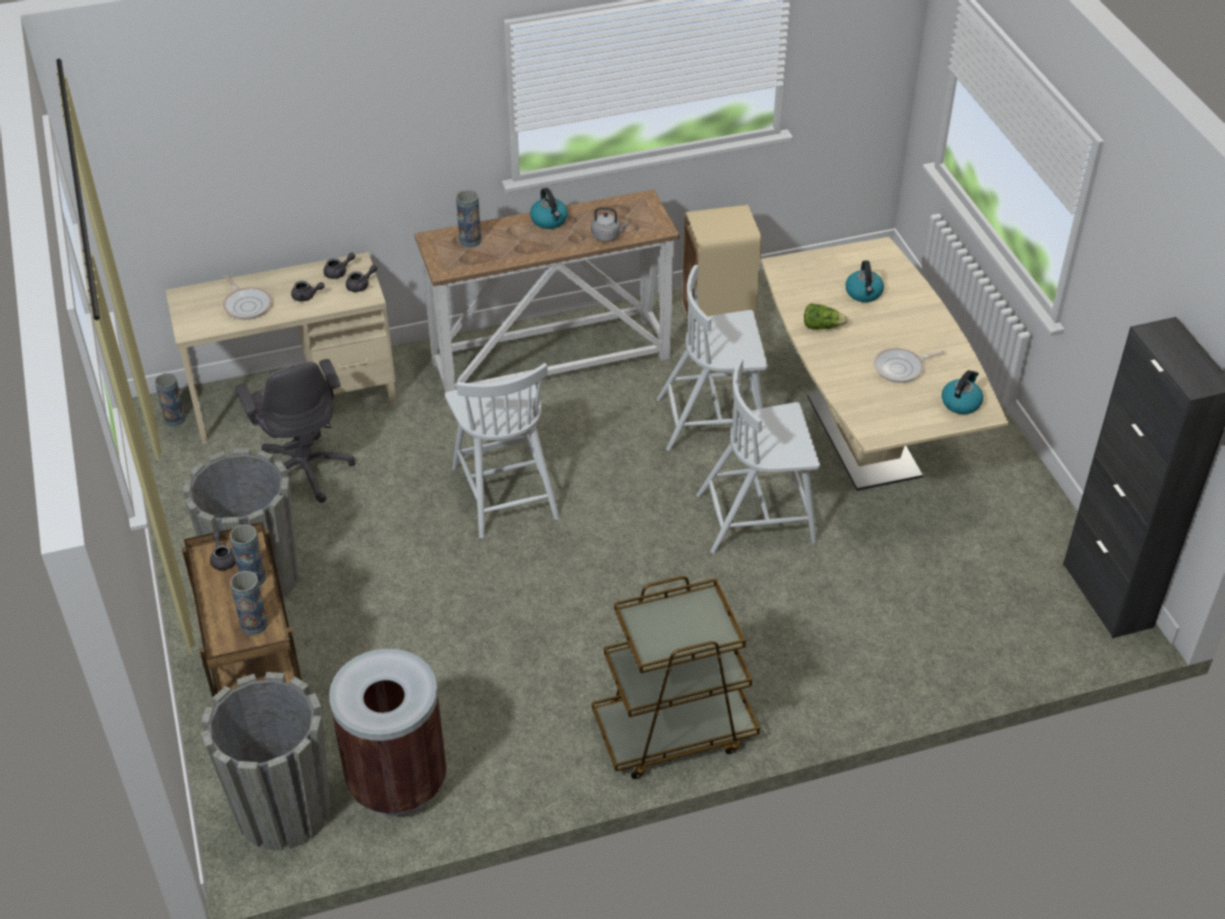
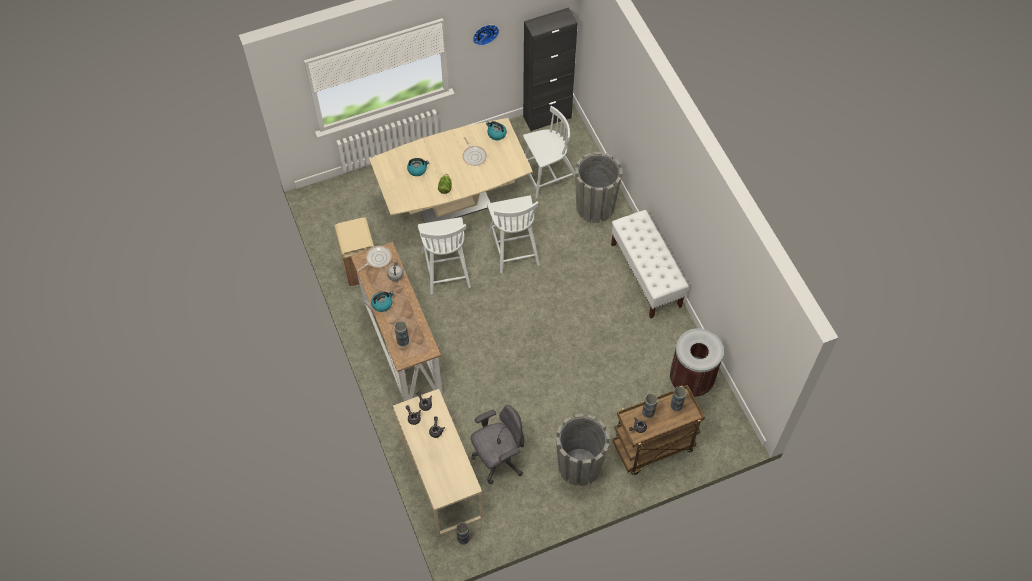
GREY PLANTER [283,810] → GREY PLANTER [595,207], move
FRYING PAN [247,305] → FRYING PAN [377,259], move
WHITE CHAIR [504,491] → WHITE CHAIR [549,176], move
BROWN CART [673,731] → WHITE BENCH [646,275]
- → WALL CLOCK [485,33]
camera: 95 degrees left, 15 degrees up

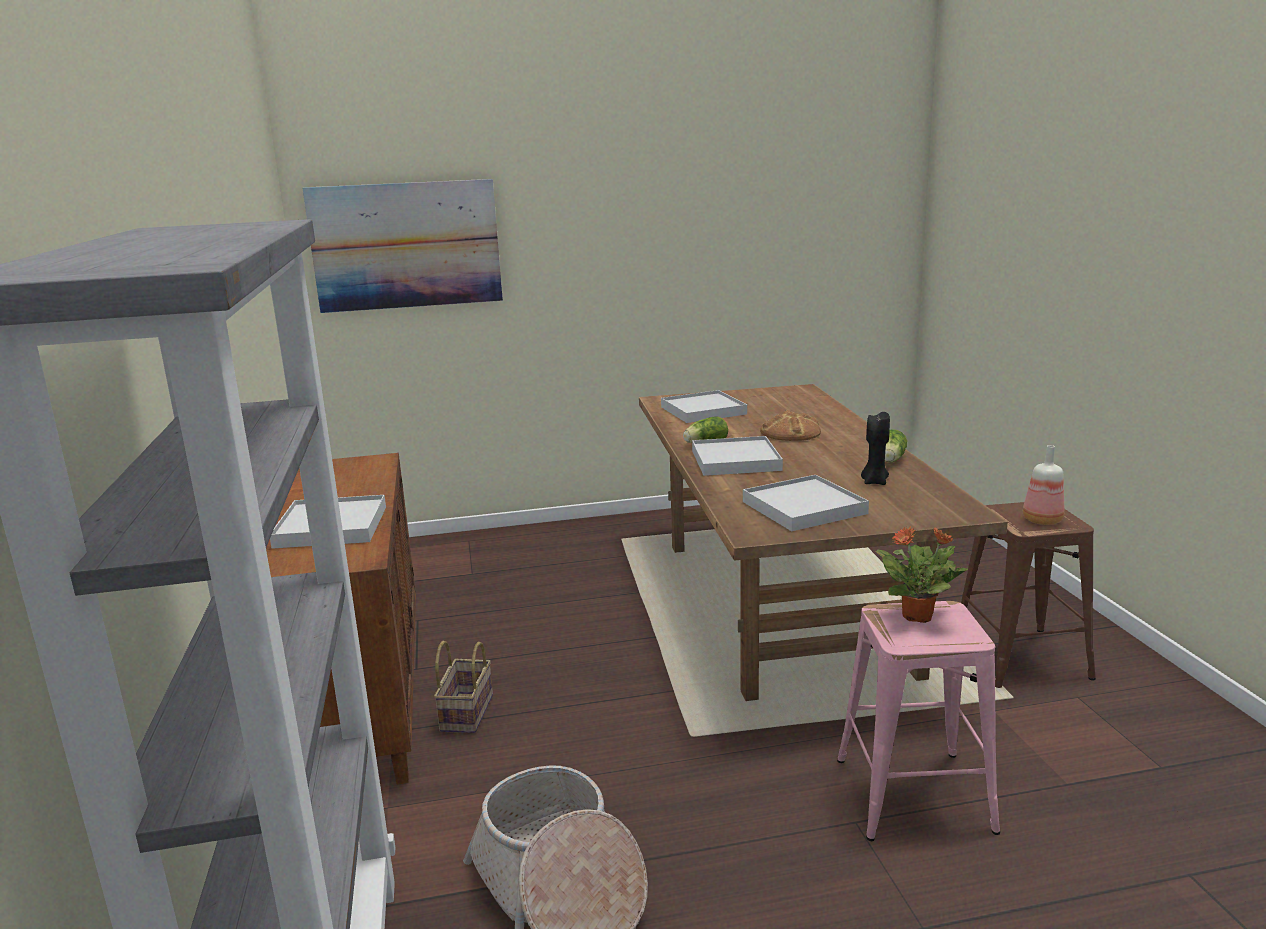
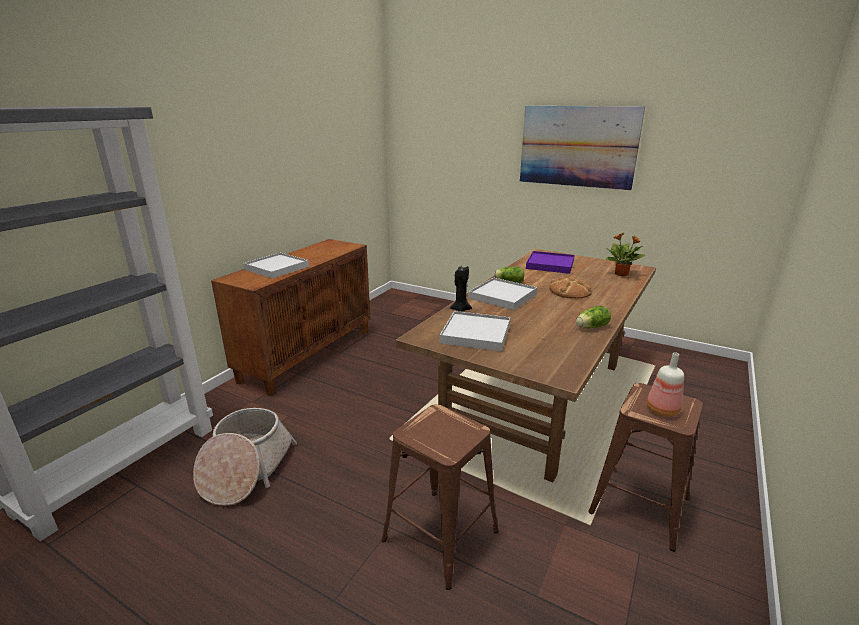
PICTURE [406,245] → PICTURE [578,146], move
BASKET [466,712] → -
WHITE TRAY [703,410] → PURPLE TRAY [550,265]
PINK STOOL [914,795] → BROWN STOOL [439,536]
BLACK CANDLE [874,482] → BLACK CANDLE [460,309], move
POTTED PLANT [918,616] → POTTED PLANT [621,274], move
camera: 40 degrees right, 5 degrees up

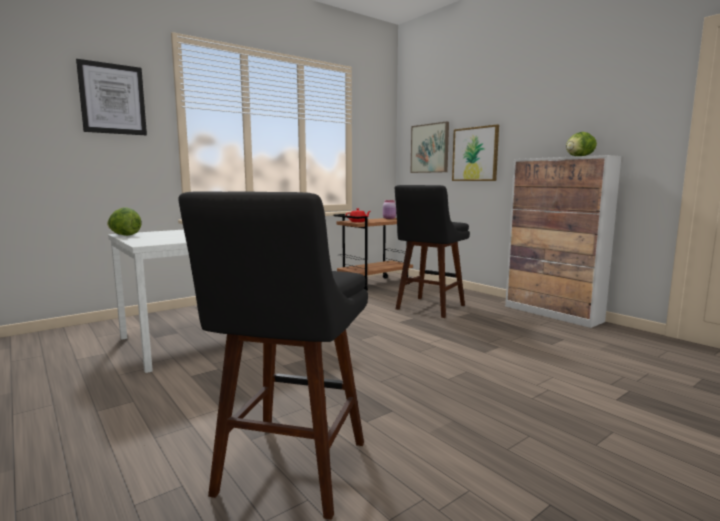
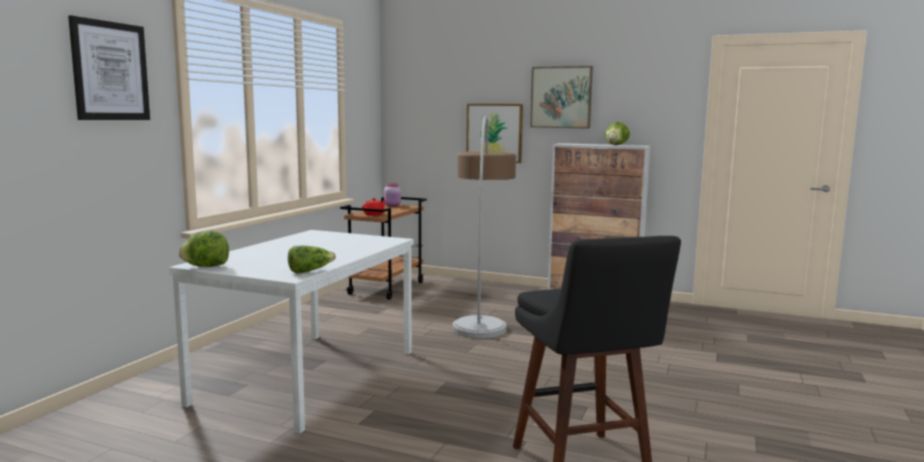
BLACK STOOL [429,308] → FLOOR LAMP [482,308]
PICTURE [430,148] → PICTURE [561,97], move
- → LETTUCE [310,271]
camera: 30 degrees left, 0 degrees up

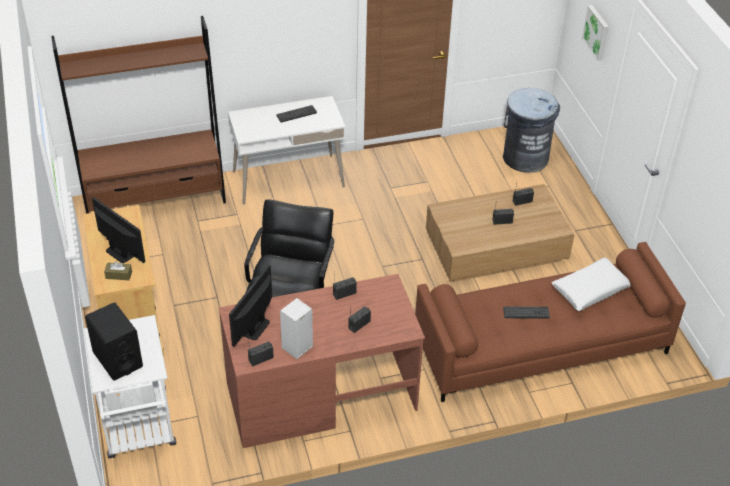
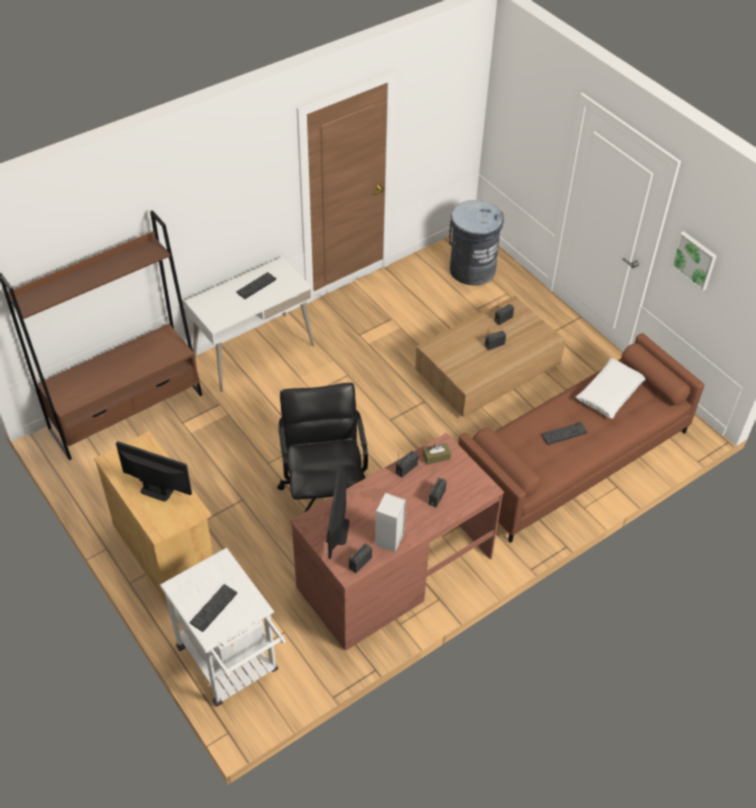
BLACK SPEAKER [117,359] → KEYBOARD [213,608]
BROWN TISSUE BOX [119,275] → BROWN TISSUE BOX [436,457], move
PICTURE [597,32] → PICTURE [694,260], move
camera: 20 degrees left, 5 degrees up

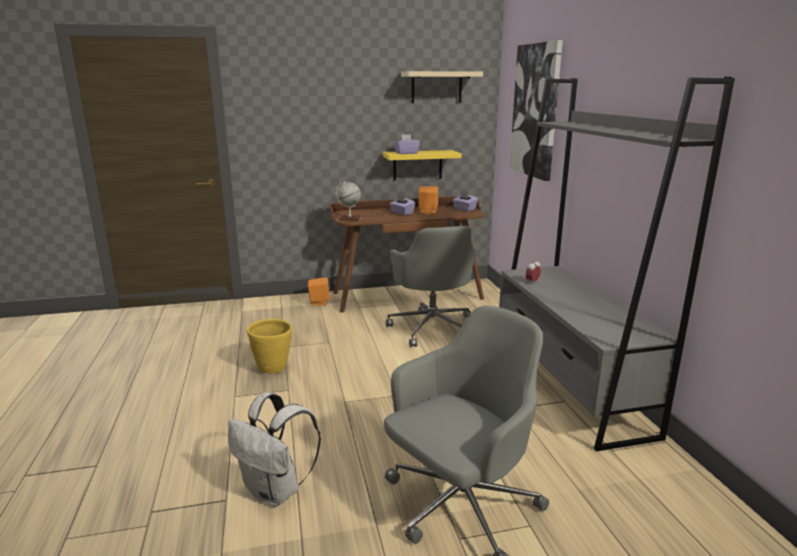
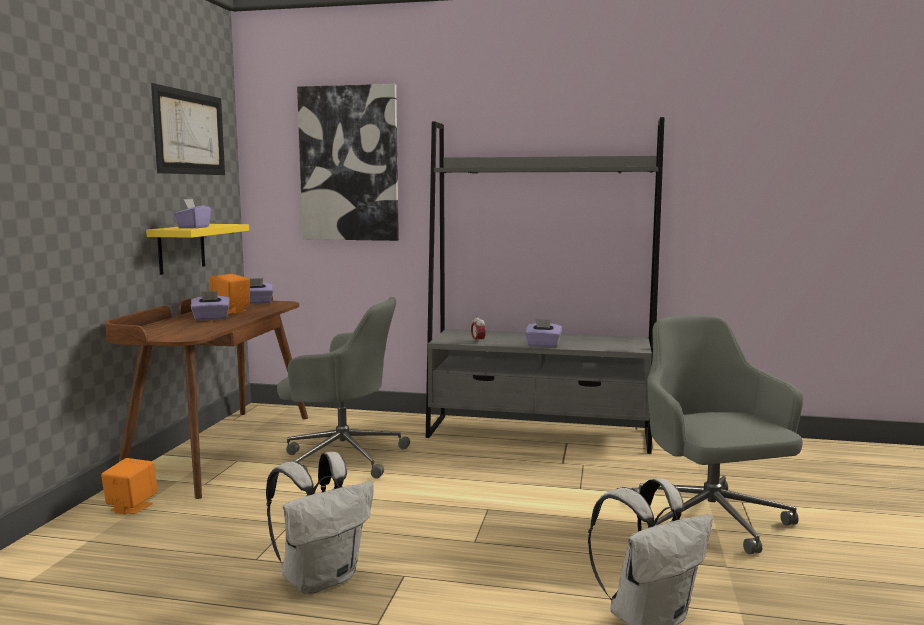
YELLOW PLANTER [273,368] → WHITE BACKPACK [321,578]
GLOBE [349,219] → -
BEIGE SHELF [436,87] → PICTURE [190,133]
- → PURPLE TISSUE BOX [543,345]
camera: 65 degrees left, 10 degrees down

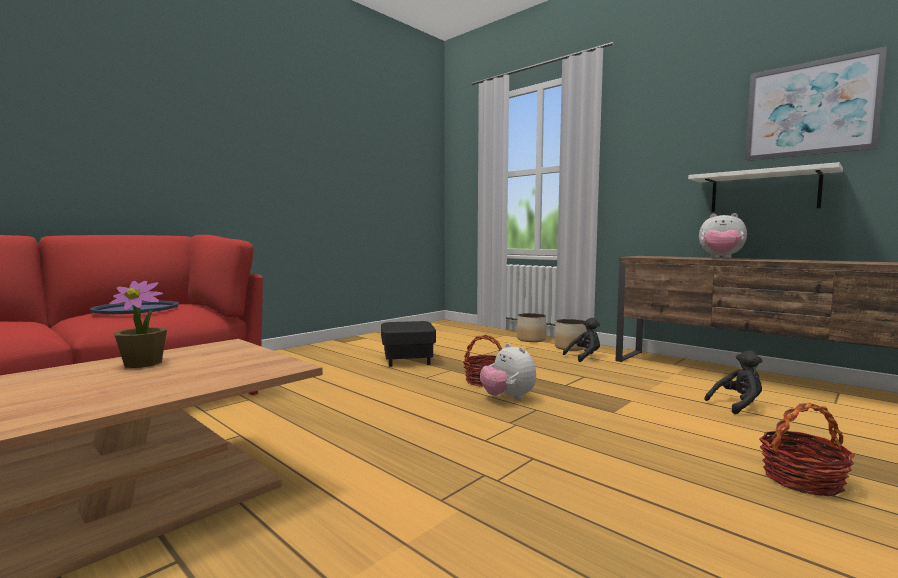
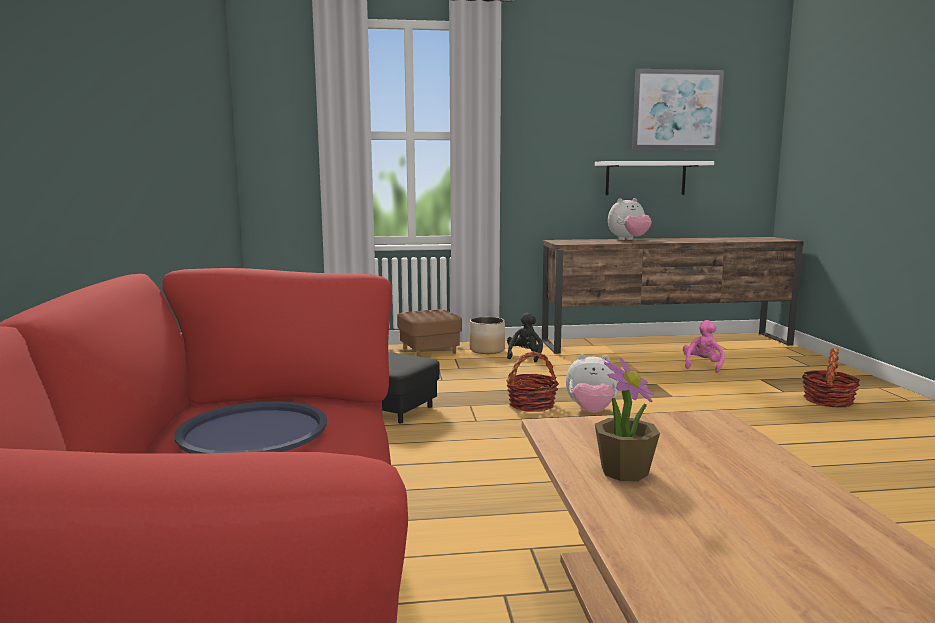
PLANTER [531,339] → BROWN OTTOMAN [429,350]
BLACK PLUSH TOY [738,405] → PINK PLUSH TOY [702,366]
camera: 50 degrees left, 5 degrees up

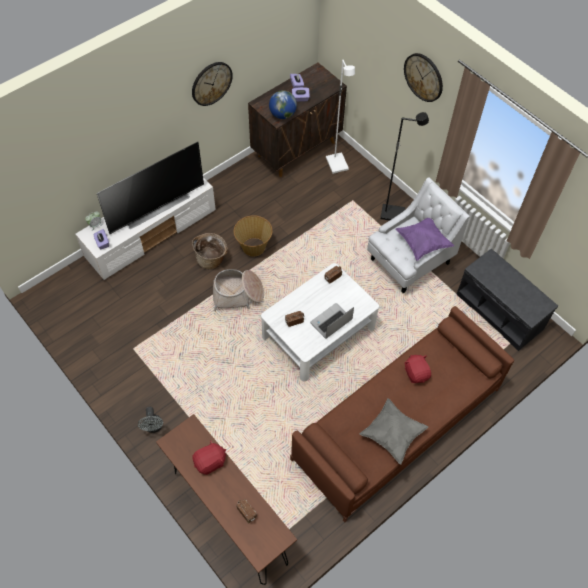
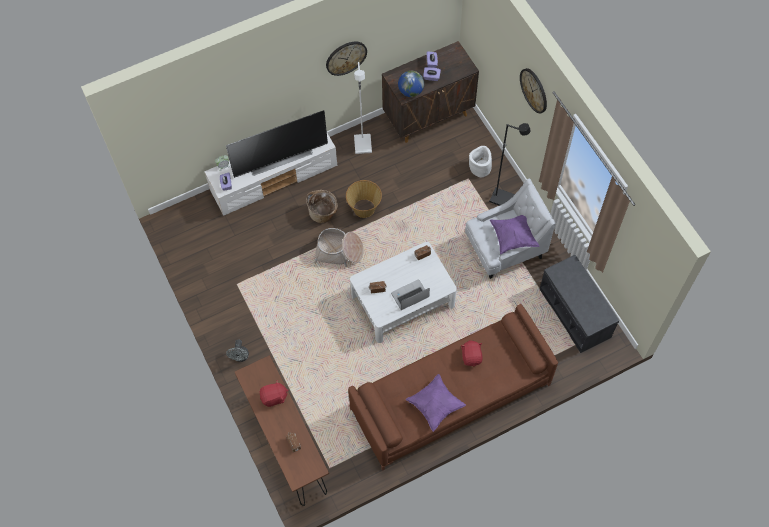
WHITE FLOOR LAMP [337,164] → WHITE FLOOR LAMP [363,145], move
GREY PILLOW [392,435] → PURPLE PILLOW [435,405]
- → WHITE PLANTER [480,168]
camera: 15 degrees right, 5 degrees up

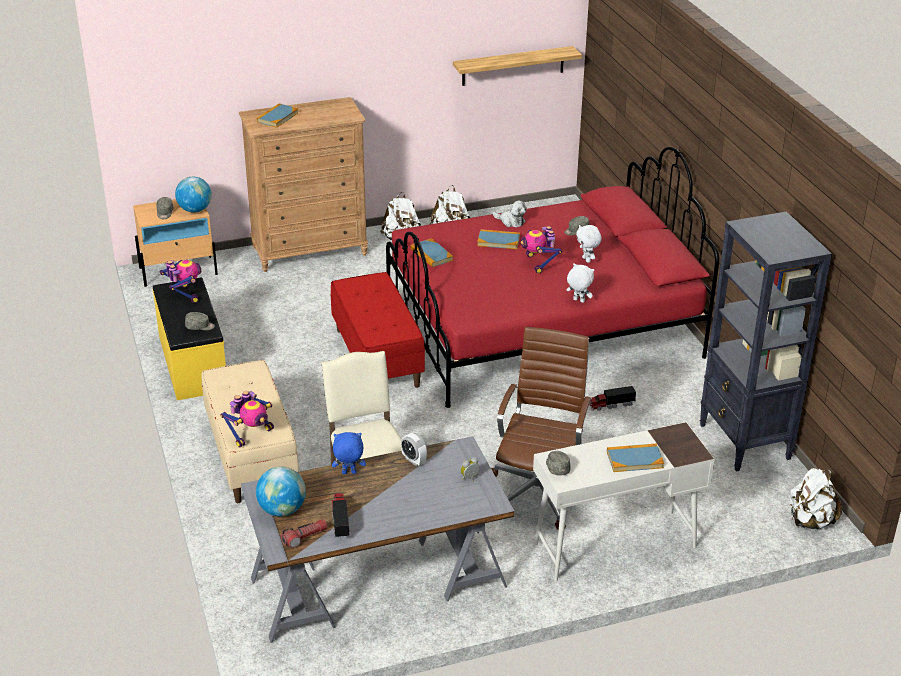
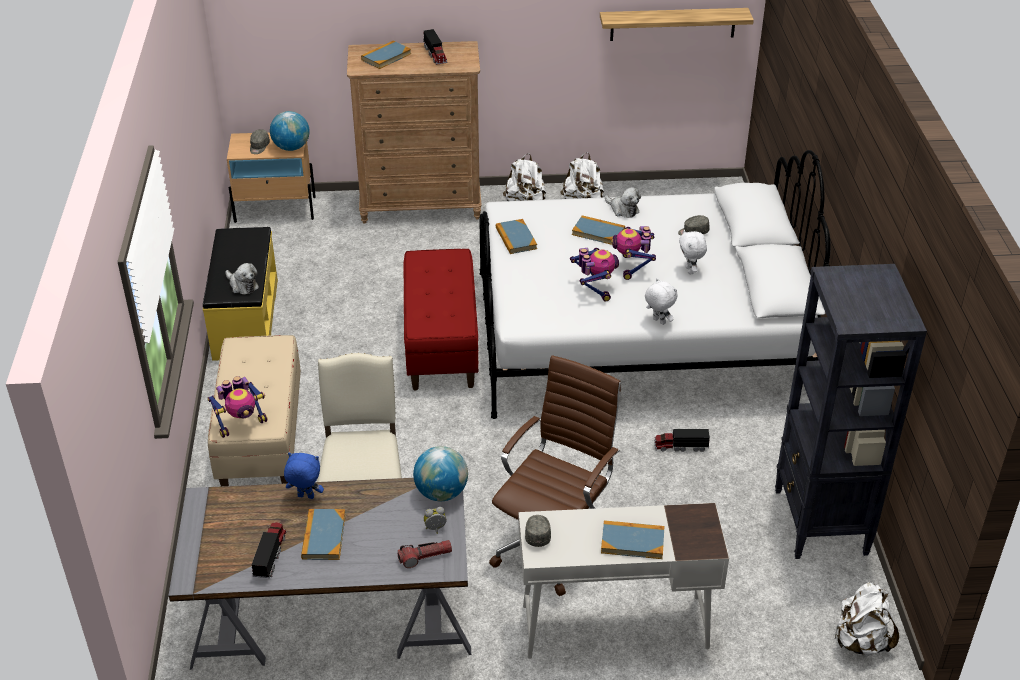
TOY ROBOT [184,295] → TOY ROBOT [594,289], move
GREY CAP [200,326] → PLUSH TOY [242,285]
GLOBE [282,510] → GLOBE [441,493], move
FLASHLIGHT [304,537] → FLASHLIGHT [425,557], move
RED BED [541,327] → WHITE BED [638,336]
ALARM CLOCK [414,460] → -
- → BOOK [323,536]
- → TOY TRUCK [435,54]
camera: 15 degrees right, 5 degrees up

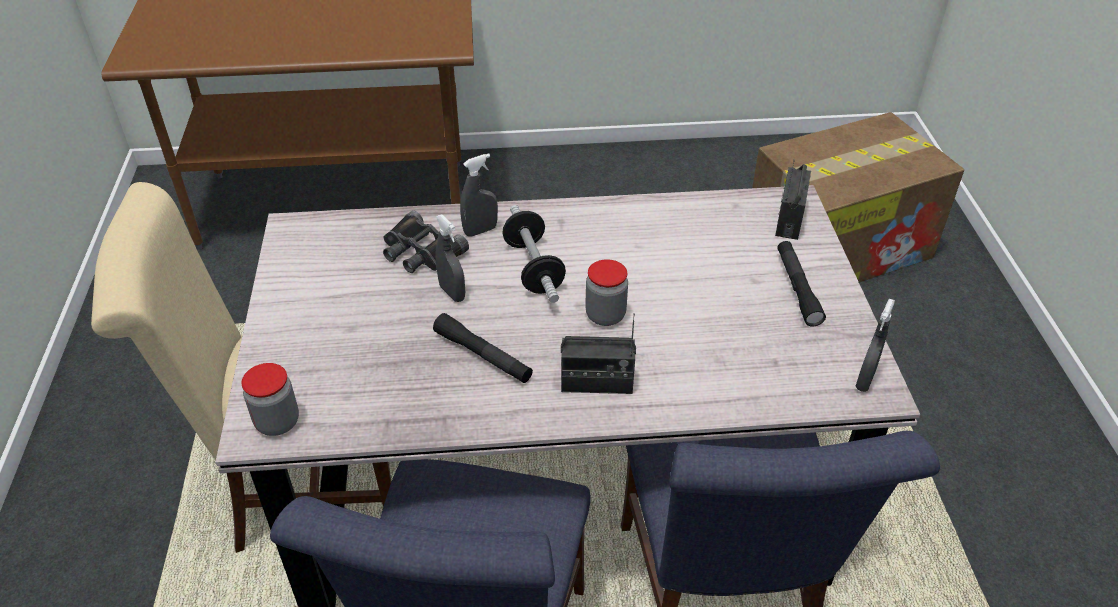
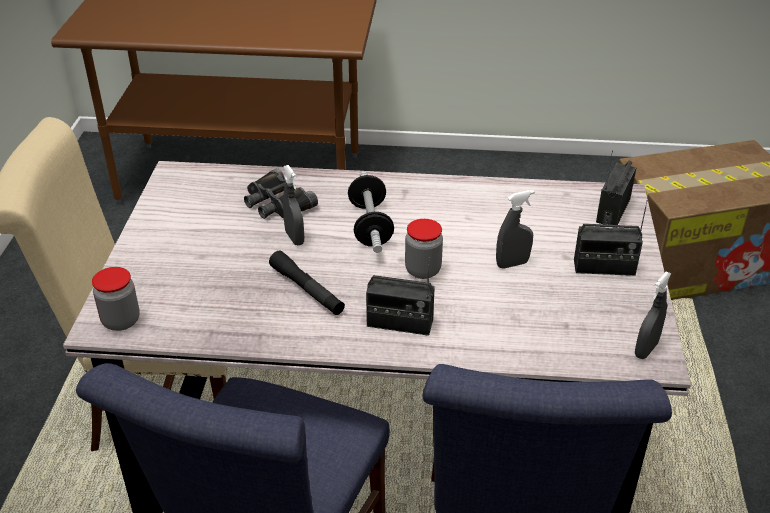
GREY SPRAY BOTTLE [480,231] → GREY SPRAY BOTTLE [512,264], move
BLACK FLASHLIGHT [797,288] → RADIO [604,267]
camera: 10 degrees right, 5 degrees down

